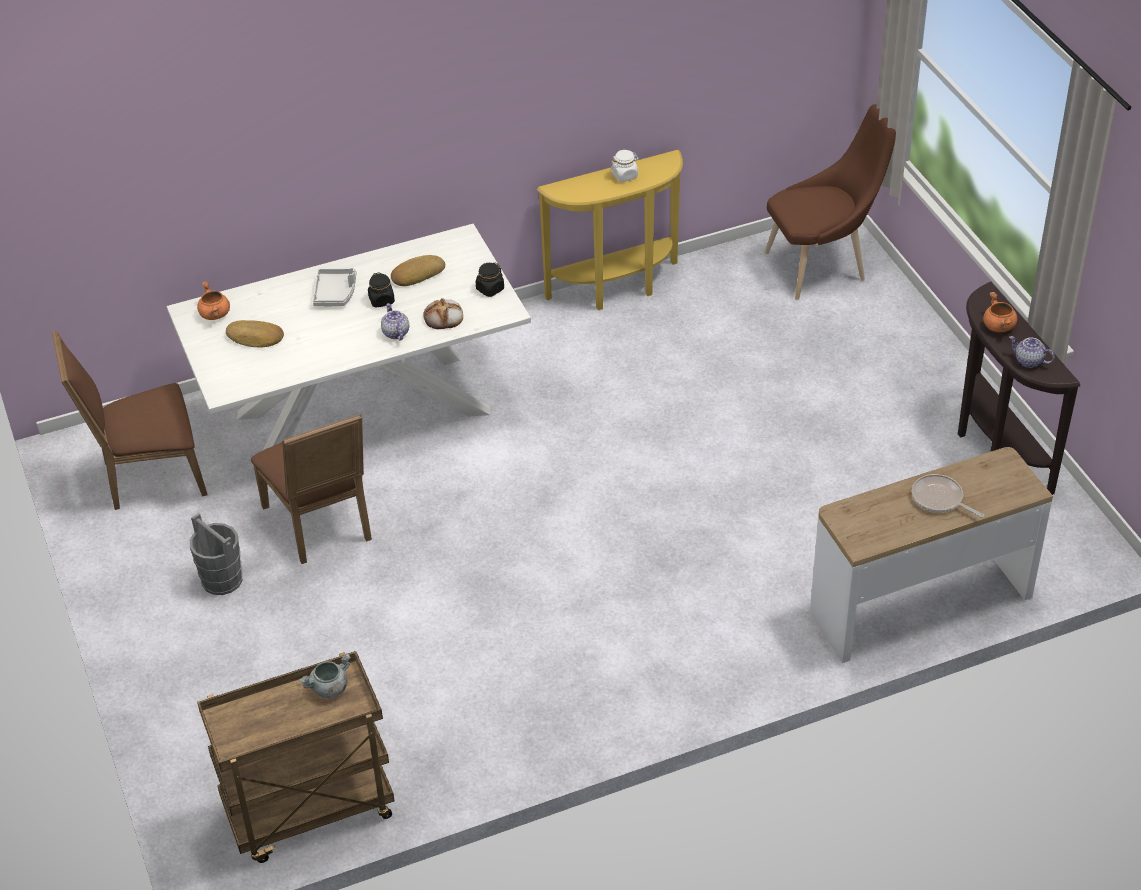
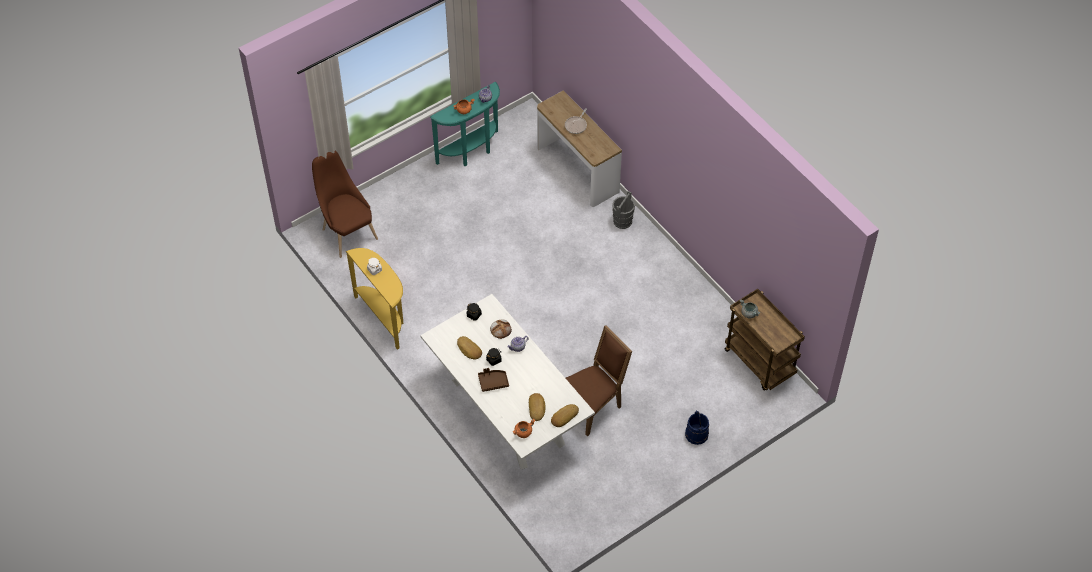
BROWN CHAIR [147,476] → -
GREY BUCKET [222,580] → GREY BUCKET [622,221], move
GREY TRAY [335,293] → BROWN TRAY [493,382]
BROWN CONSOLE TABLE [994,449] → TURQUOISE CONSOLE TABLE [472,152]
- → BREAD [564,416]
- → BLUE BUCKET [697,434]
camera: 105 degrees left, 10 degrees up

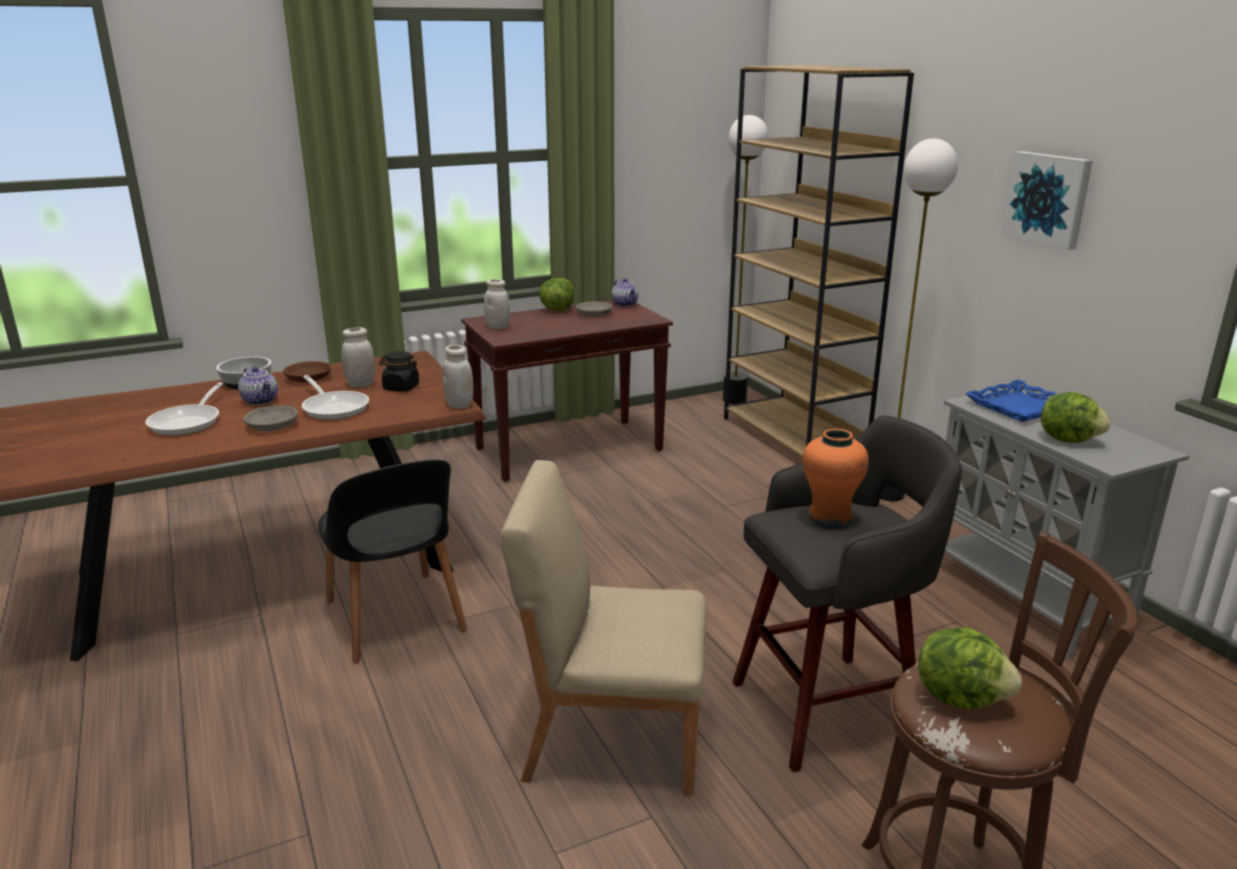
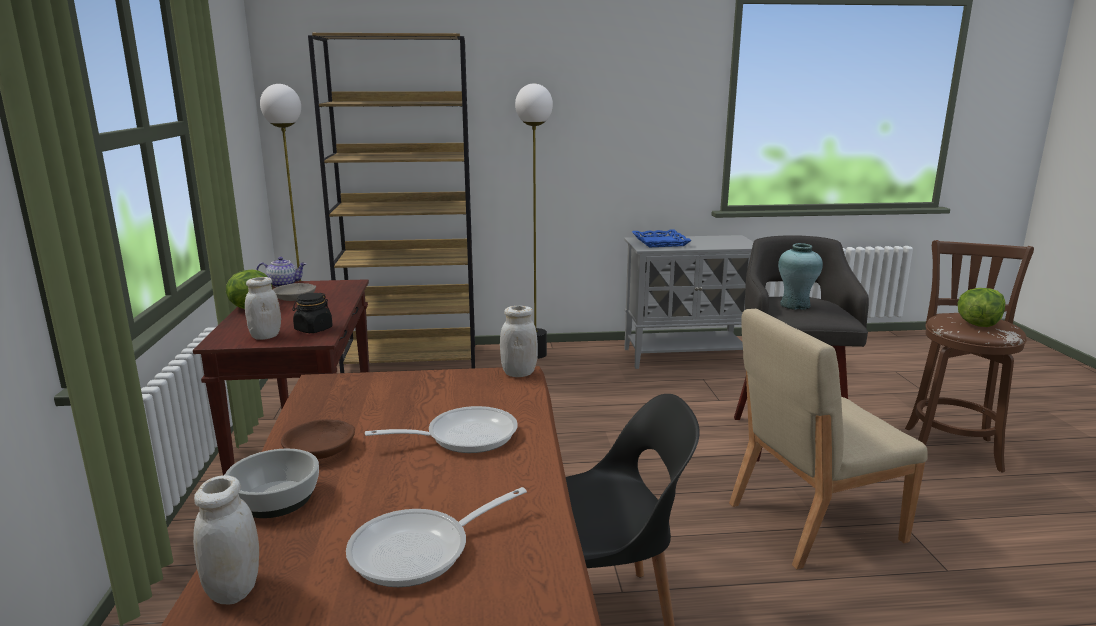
FRYING PAN [189,422] → FRYING PAN [420,551], 120 degrees clockwise
TEAPOT [261,401] → -
GREY BOWL [273,425] → -
WHITE JAR [361,384] → WHITE JAR [234,590], move
BLACK JAR [401,388] → BLACK JAR [313,329], move
BEIGE CHAIR [611,735] → BEIGE CHAIR [812,522], 45 degrees clockwise
ORANGE VASE [830,519] → TURQUOISE VASE [795,305]
PICTURE [1048,199] → -
LETTUCE [1068,439] → -
camera: 70 degrees left, 5 degrees down

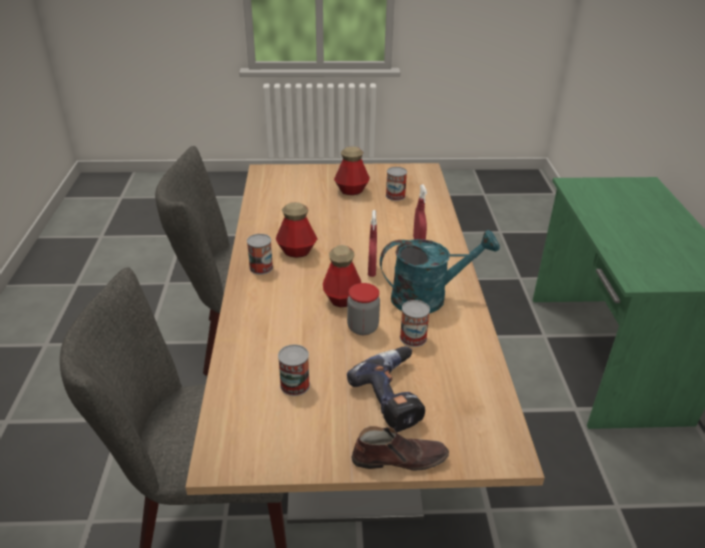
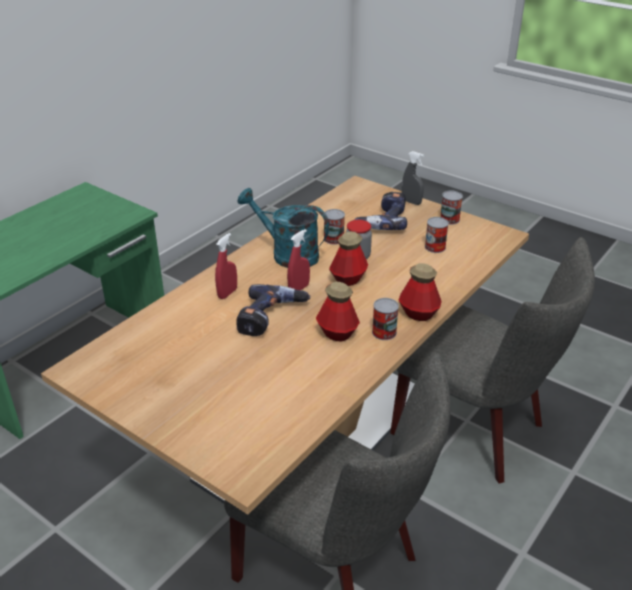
BOTTLE [351,190] → BOTTLE [418,314], move
BROWN SHOE [399,458] → GREY SPRAY BOTTLE [411,202]
CAN [395,196] → CAN [449,219], move
- → POWER DRILL [271,318]
camera: 140 degrees left, 0 degrees up

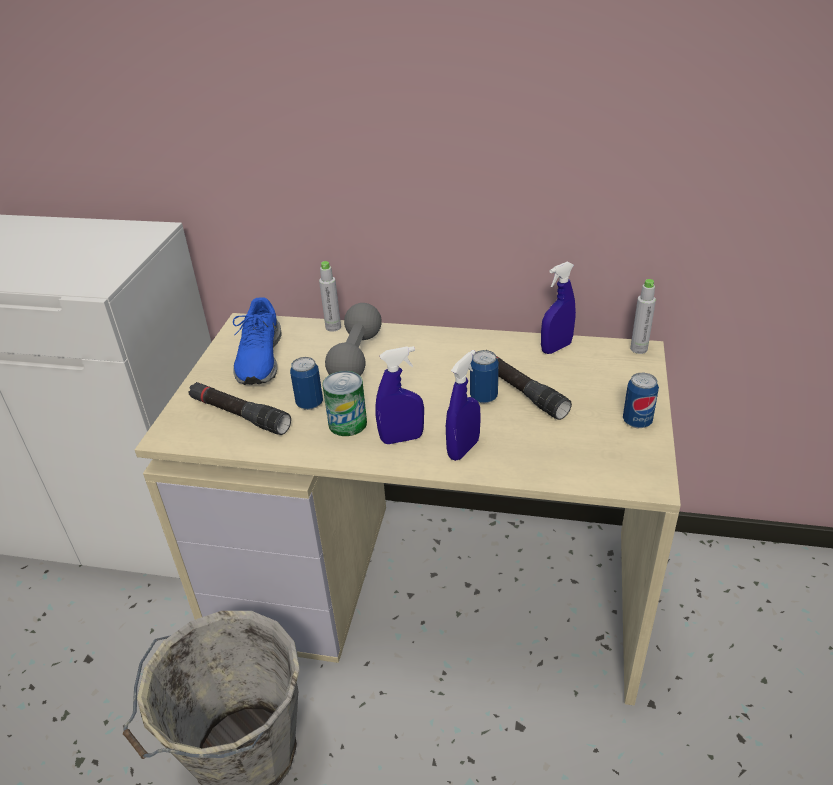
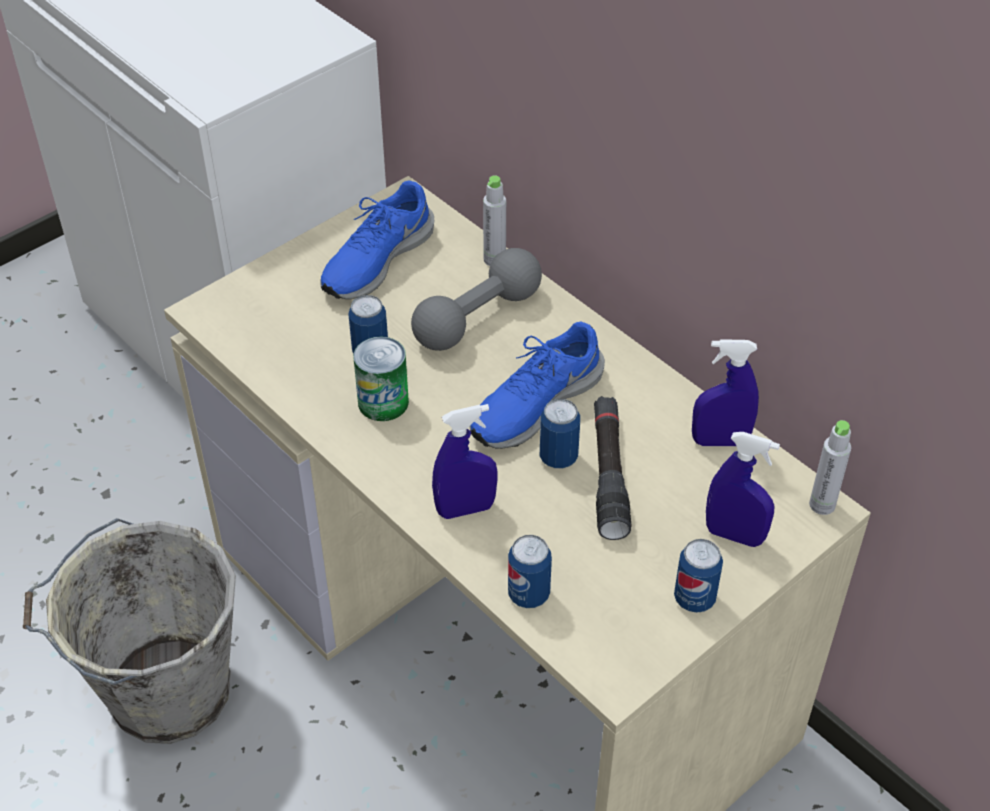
BLACK FLASHLIGHT [239,415] → -
BLUE SPRAY BOTTLE [402,438] → BLUE SPRAY BOTTLE [734,535], move
- → BLUE SHOE [534,403]
- → CAN [528,594]
camera: 35 degrees right, 10 degrees up

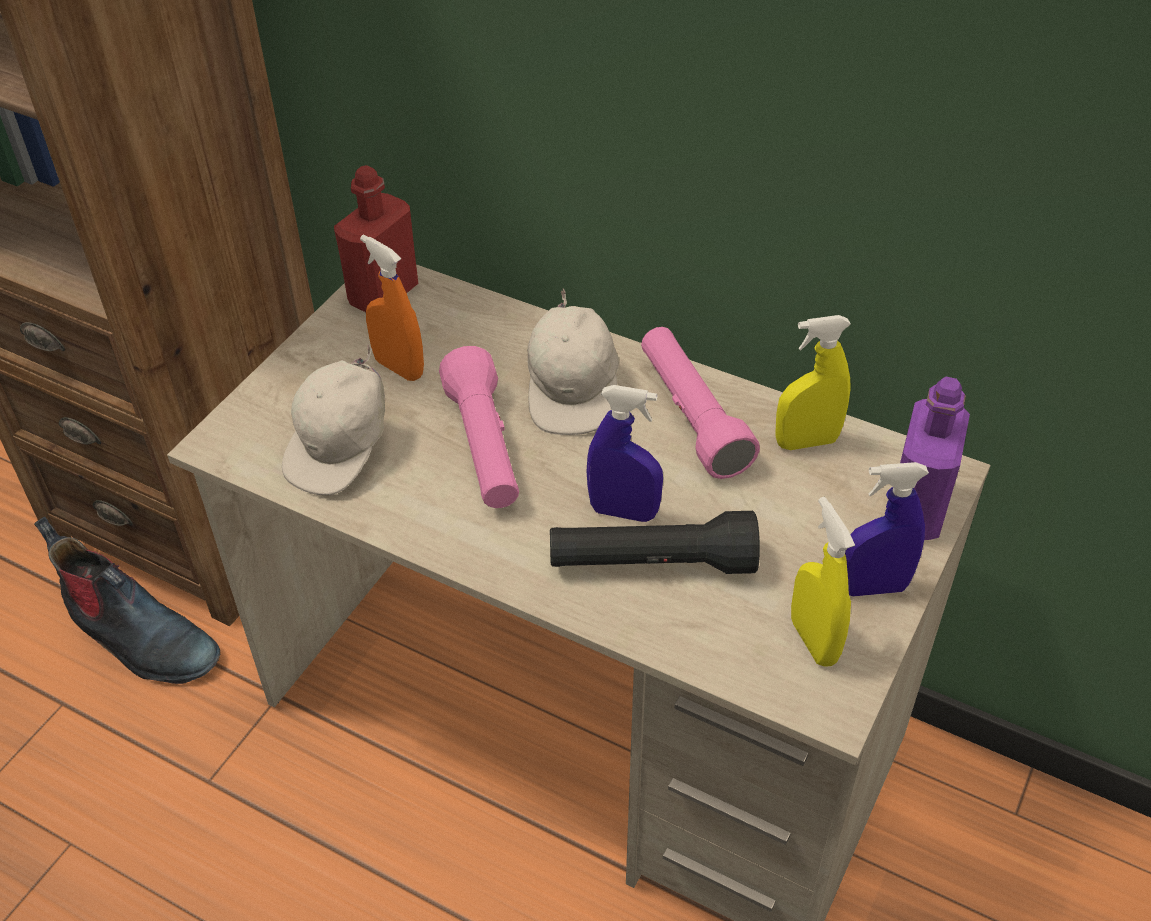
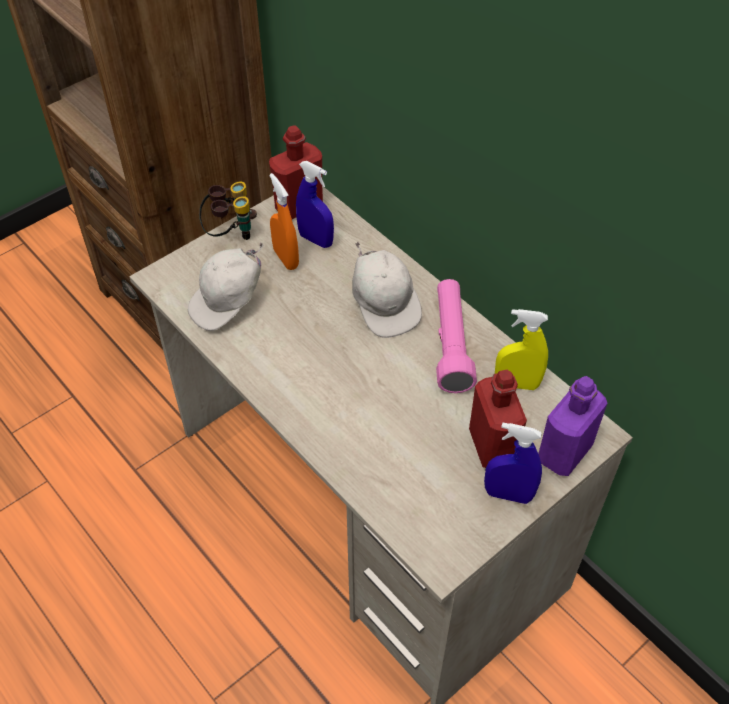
BOOT [139,638] → -
PINK FLASHLIGHT [484,448] → -
WHITE CAP [573,391] → WHITE CAP [384,305], 45 degrees counterclockwise
BLACK FLASHLIGHT [651,564] → -
BLUE SPRAY BOTTLE [623,512] → BLUE SPRAY BOTTLE [316,240], move
YELLOW SPRAY BOTTLE [813,641] → -
- → BINOCULARS [230,233]
- → RED BOTTLE [492,446]
camera: 20 degrees right, 5 degrees up

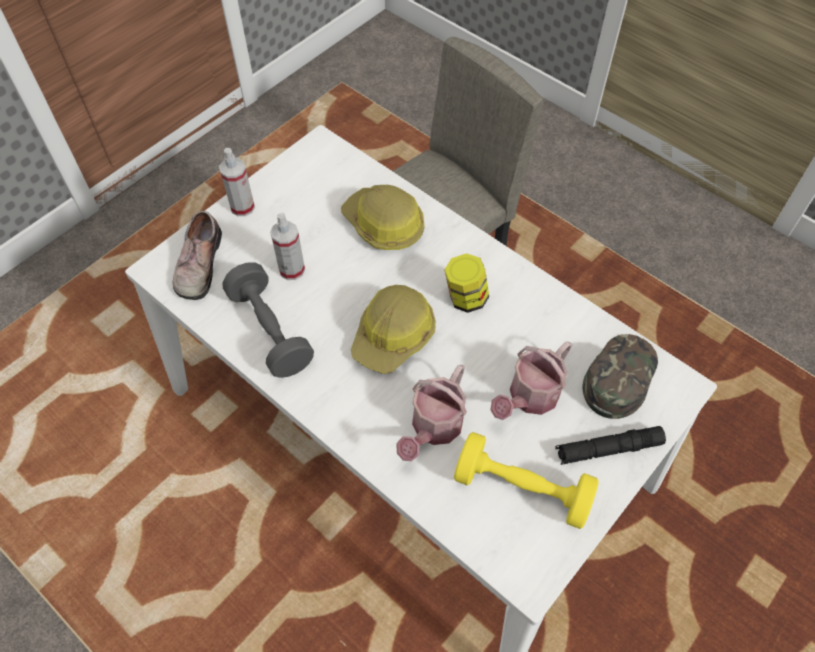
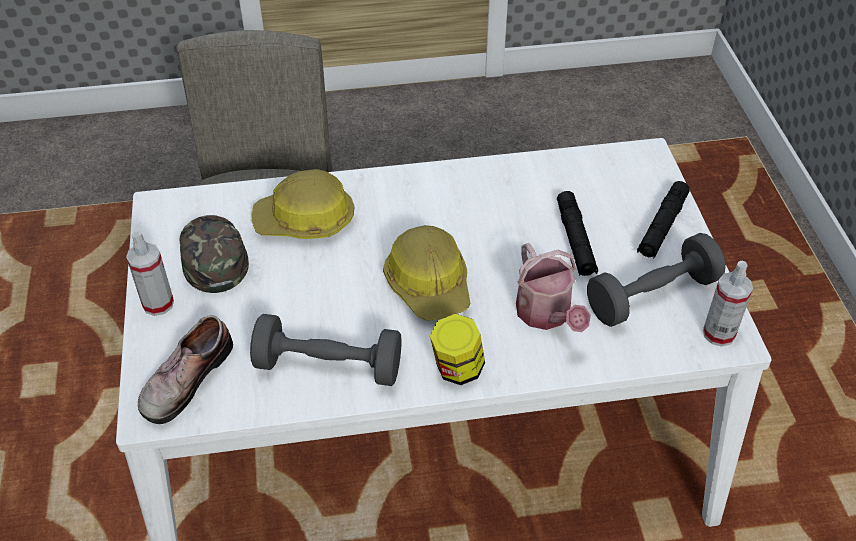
SHOE [197,264] → SHOE [184,378], 75 degrees clockwise
SPRAY BOTTLE [292,270] → SPRAY BOTTLE [719,334], move
JAR [465,298] → JAR [457,369], move
YELLOW DUMBBELL [522,489] → GREY DUMBBELL [652,296]
WATERING CAN [529,398] → BLACK FLASHLIGHT [575,240]
GREEN CAP [618,377] → GREEN CAP [212,256], move
camera: 50 degrees left, 10 degrees down

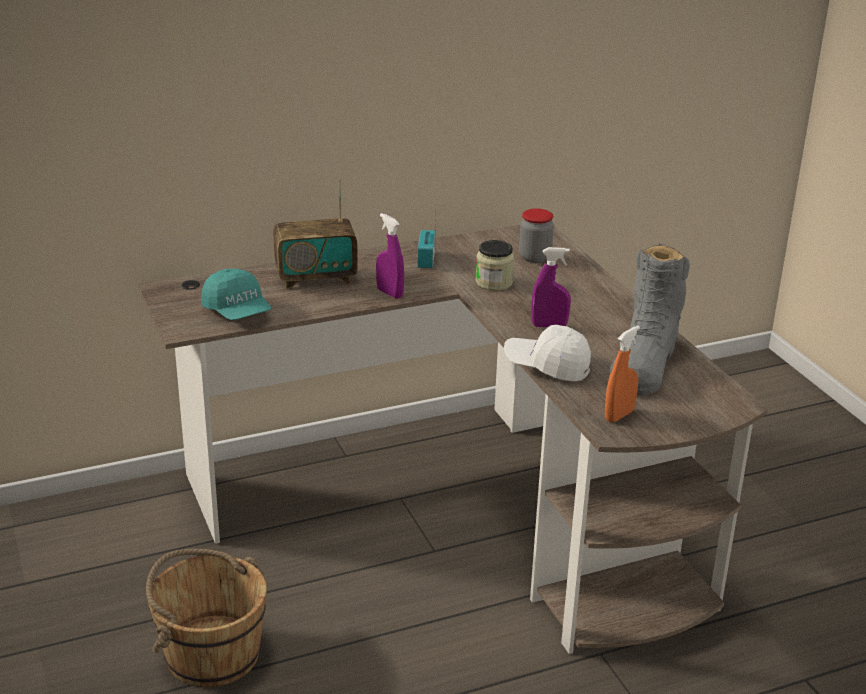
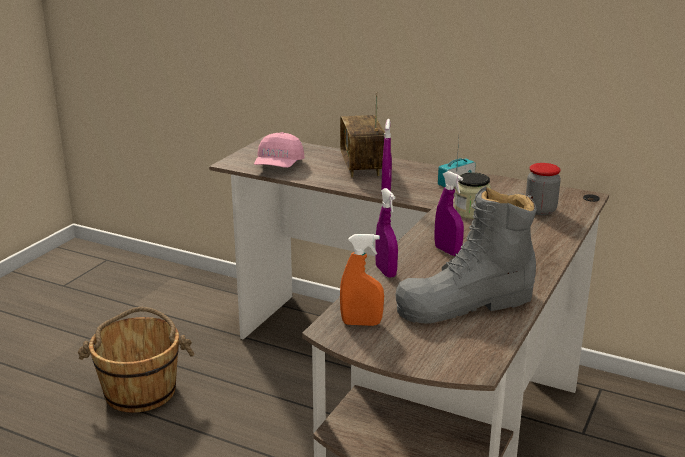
TURQUOISE CAP [237,312] → PINK CAP [278,166]
RADIO [316,278] → RADIO [362,167], 45 degrees clockwise
WHITE CAP [547,366] → PURPLE SPRAY BOTTLE [385,272]
camera: 50 degrees right, 5 degrees down

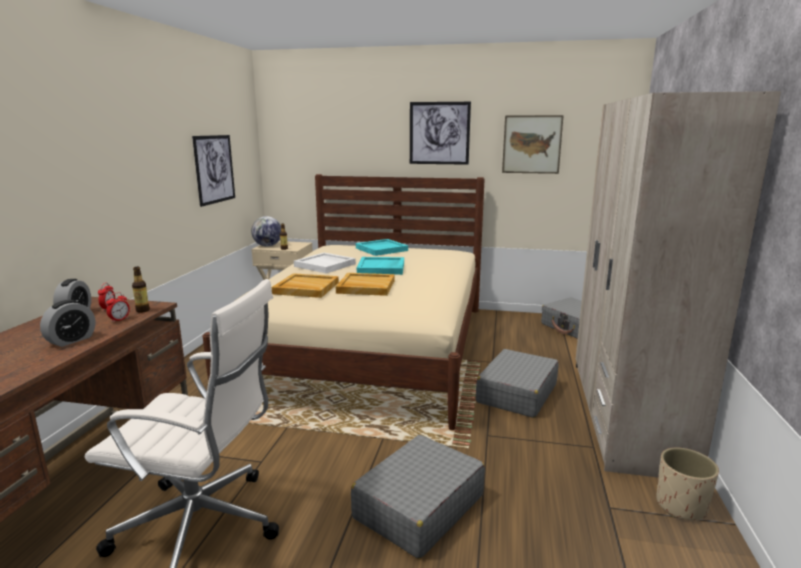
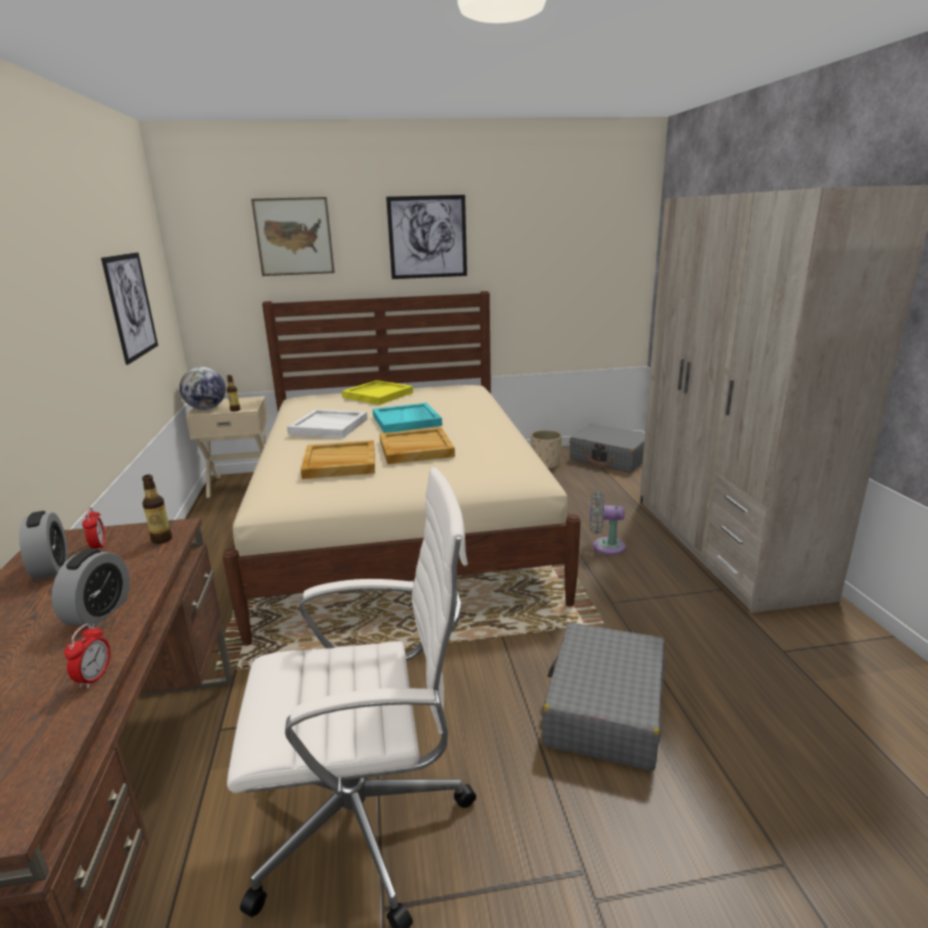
ALARM CLOCK [119,320] → ALARM CLOCK [94,677], move
TURQUOISE TRAY [381,249] → YELLOW TRAY [378,395]
GREY SUITCASE [516,393] → GREY FAN [605,546]
PICTURE [532,144] → PICTURE [294,236], move
BEIGE PLANTER [681,506] → BEIGE PLANTER [545,464], move
camera: 20 degrees left, 5 degrees up

